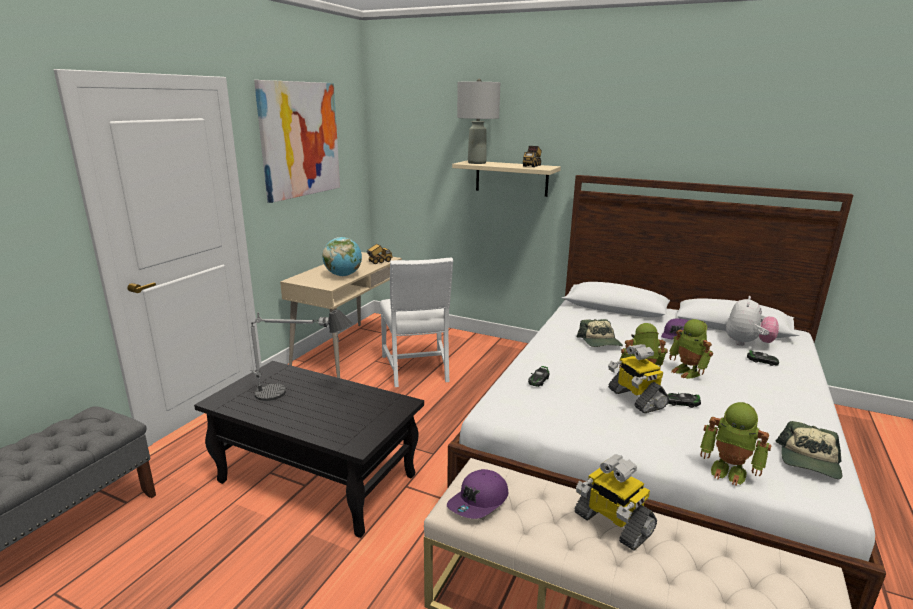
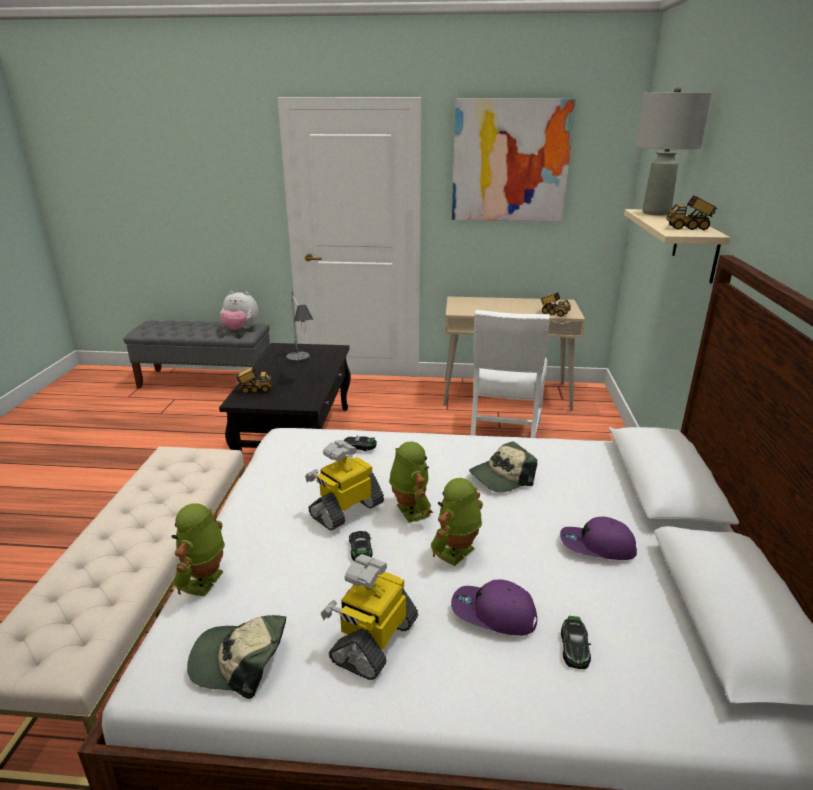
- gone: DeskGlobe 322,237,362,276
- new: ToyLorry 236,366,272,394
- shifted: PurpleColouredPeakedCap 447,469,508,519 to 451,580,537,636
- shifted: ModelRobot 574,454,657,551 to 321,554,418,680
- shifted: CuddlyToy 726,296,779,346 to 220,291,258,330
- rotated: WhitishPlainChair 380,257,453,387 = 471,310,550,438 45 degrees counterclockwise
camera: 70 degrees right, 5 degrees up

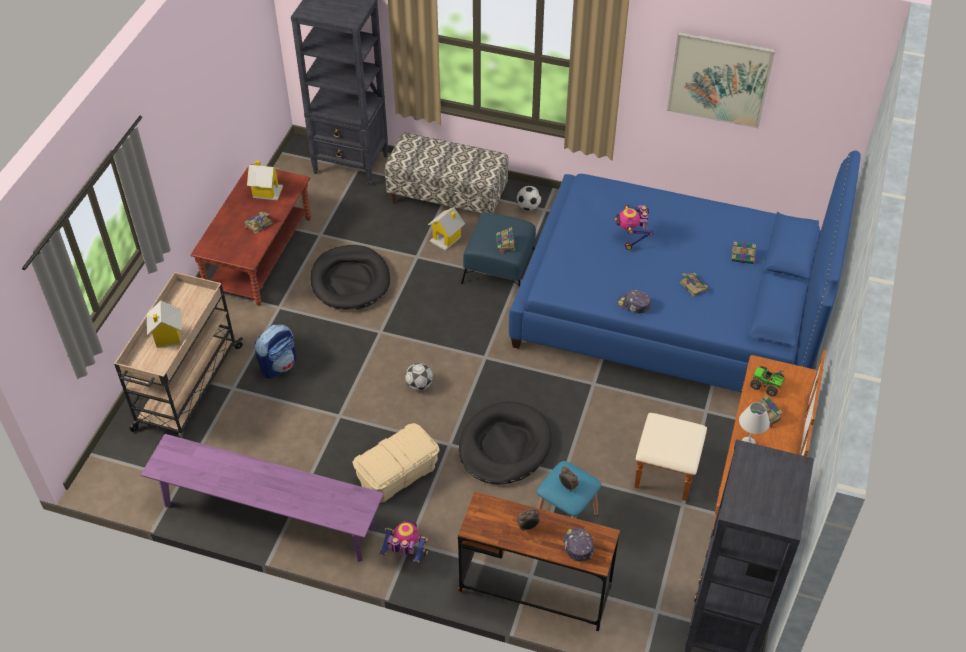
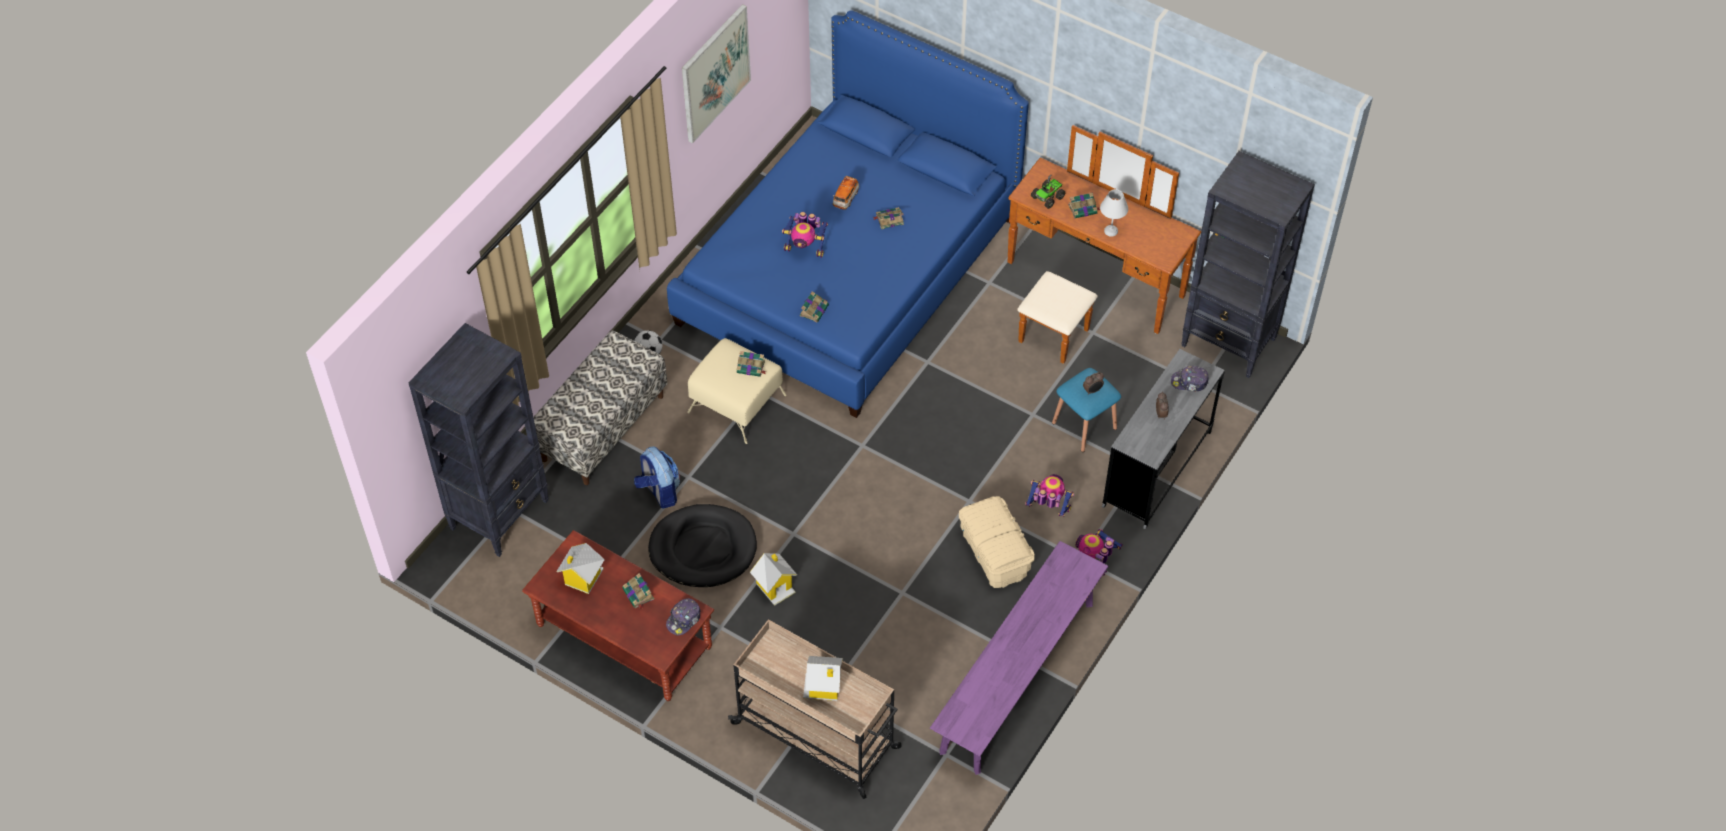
- gone: BallForFootball 405,363,433,391
- gone: BlackPetBed 459,401,552,485
- new: MiniatureCar 832,176,859,209
- new: ModelRobot 1025,474,1074,517
- shifted: Knapsack 254,324,297,379 to 634,446,680,509
- shifted: ModelHouse 428,207,465,251 to 750,553,797,606
- shifted: PeakedCap 617,290,651,313 to 666,598,701,635
- shifted: BoundBook 731,241,758,264 to 799,291,829,322
- repainted: BrownColouredDeskTable 458,492,620,631 to GrayDeskTable 1102,349,1225,529
- repainted: BlueColouredOttoman 461,213,536,287 to BeigeOttoman 687,338,787,444
camera: 75 degrees left, 5 degrees up

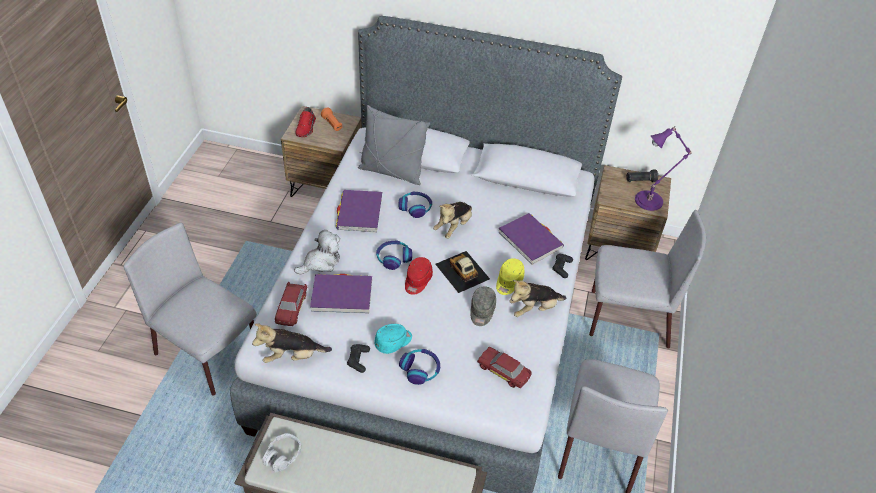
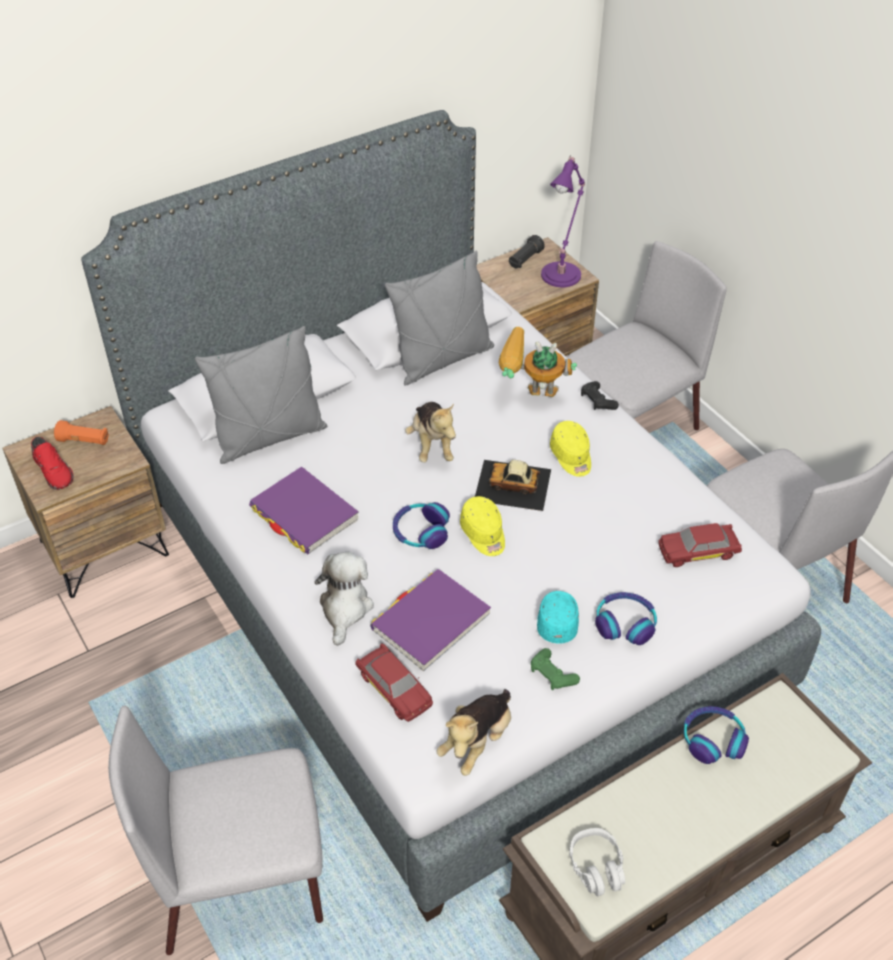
- gone: GrayPeakedCap 470,286,496,326
- gone: CuddlyToy 509,280,566,317
- new: GrayCushion 385,251,494,386
- shifted: PairOfHeadphones 398,192,432,218 to 684,706,749,764
- swapped: PurpleColouredBoundBook 499,213,564,265 to ModelRobot 499,327,577,397
- repainted: BlackGamepad 347,344,370,373 to GreenGamepad 531,648,580,690
- repainted: RedColouredPeakedCap 405,257,433,295 to YellowColouredPeakedCap 460,496,505,556
camera: 45 degrees left, 0 degrees up

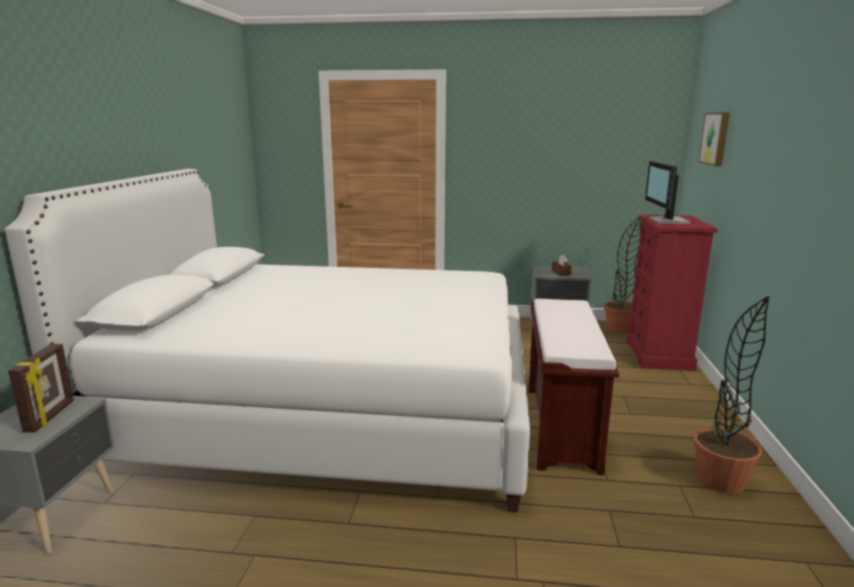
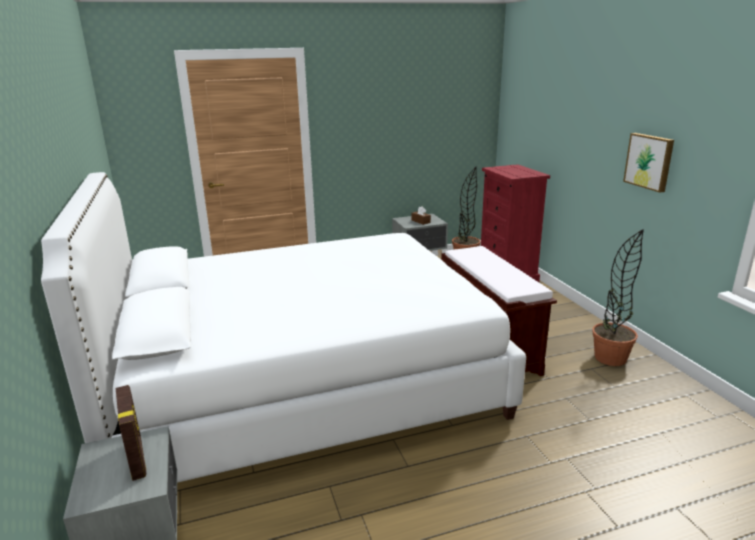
- gone: Monitor 645,161,691,224
- shifted: Picture 698,112,730,166 to 623,133,674,193
camera: 25 degrees left, 5 degrees up

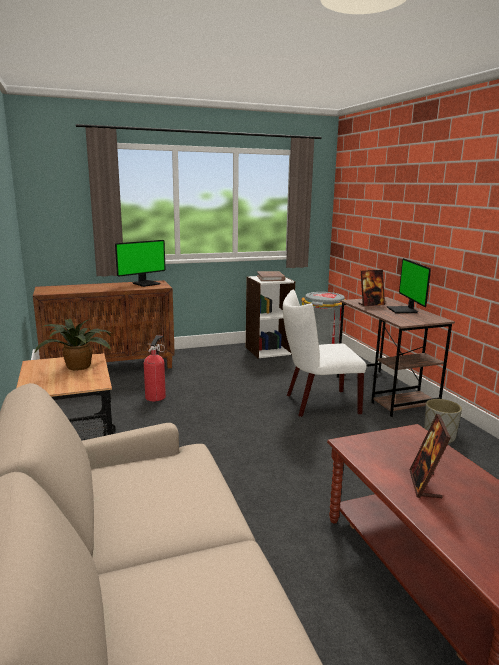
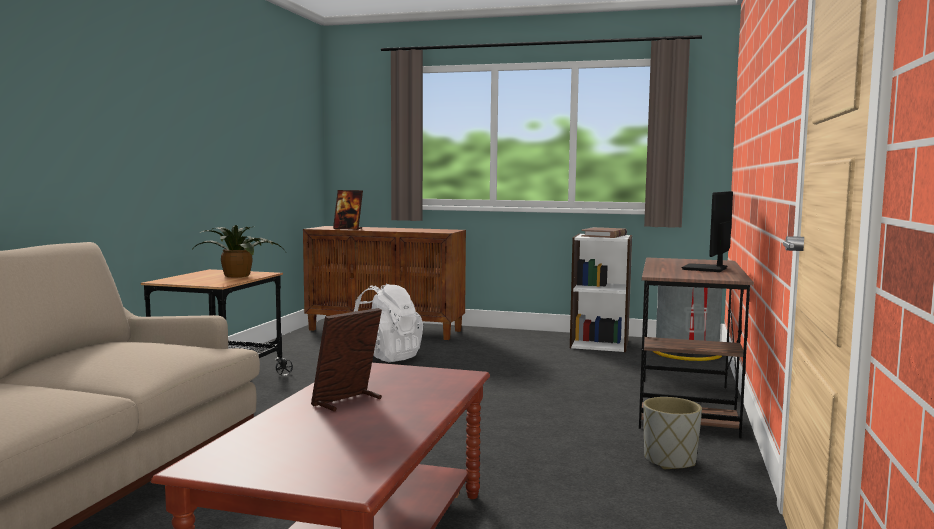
- gone: Monitor 115,240,166,287
- gone: WhitishPlainChair 283,290,367,417
- shifted: PictureFrame 358,270,385,306 to 333,190,363,230
- swapped: Extinguisher 144,335,166,401 to WhitishKnapsack 354,284,423,362
camera: 35 degrees right, 10 degrees down

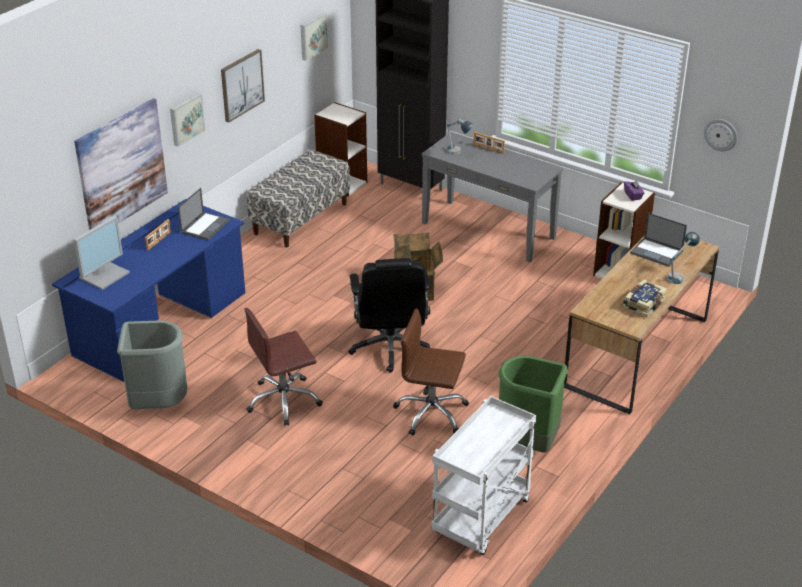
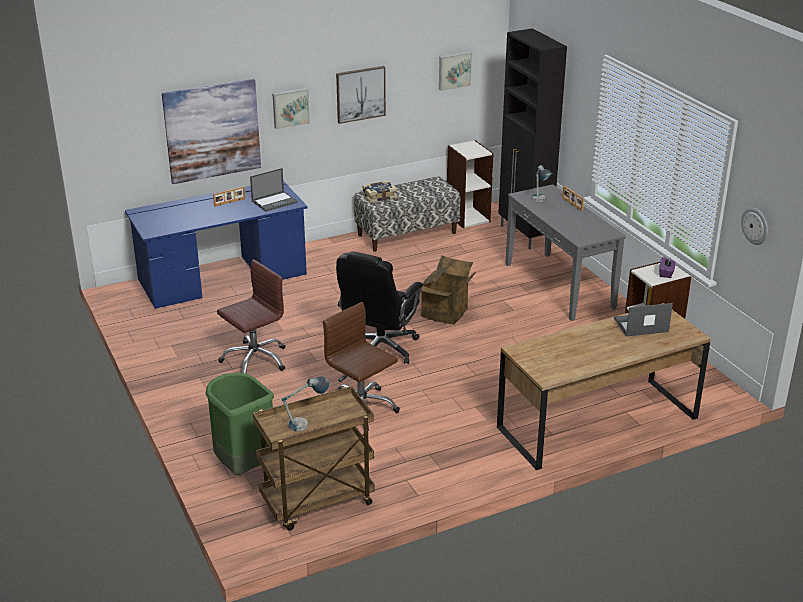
- gone: Monitor 74,216,130,290
- gone: GrayWasteBin 117,321,188,409
- shifted: GreenWasteBin 498,356,568,453 to 205,373,274,475
- shifted: BoundBook 623,280,667,318 to 362,181,397,203
- shifted: LampForATable 667,232,700,284 to 282,376,329,432
- repainted: WhitishWheeledCart 431,396,536,555 to BrownColouredWheeledCart 253,386,375,530
- rotated: BrownColouredOfficeChair 244,308,323,426 = 217,259,285,374 135 degrees clockwise
- rotated: PortableComputer 630,213,687,267 = 614,303,673,336 105 degrees clockwise
camera: 30 degrees right, 5 degrees down

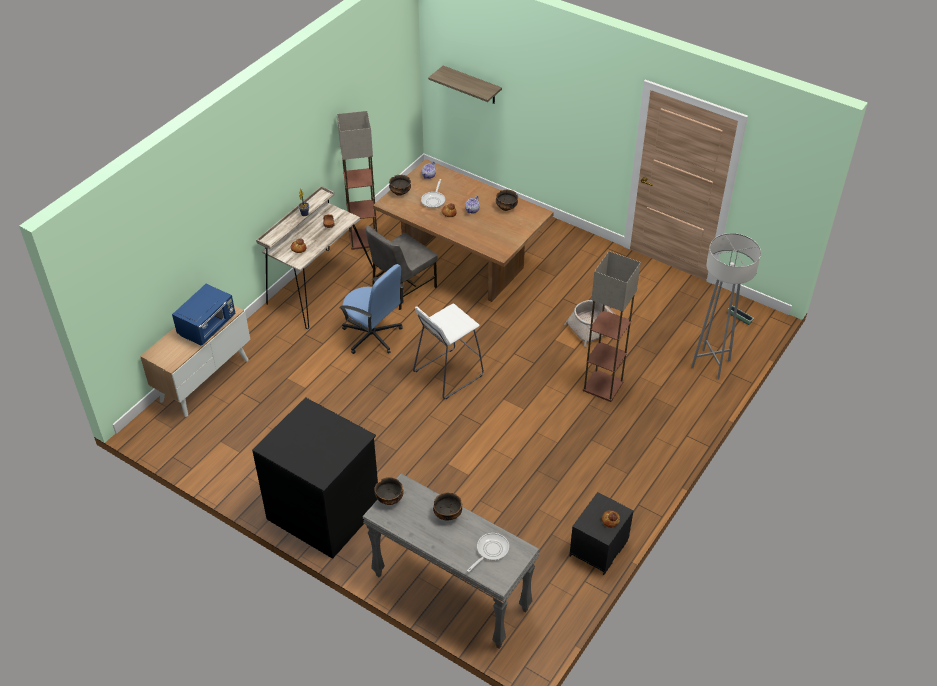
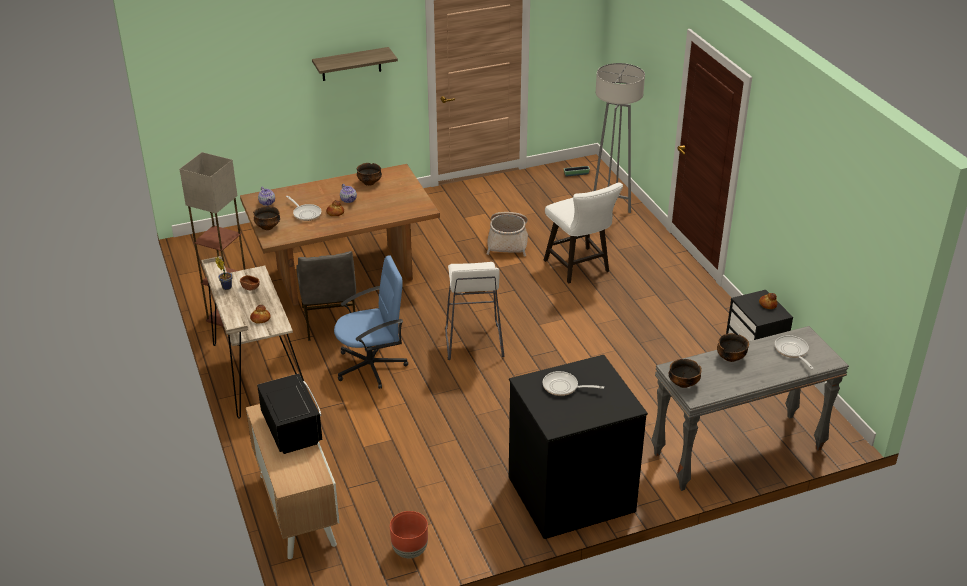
- new: BrownColouredFlowerPot 390,511,428,558
- new: Skillet 543,371,604,396
- shifted: BracketShelf 428,66,502,104 to 312,47,398,81
- swapped: FloorLamp 583,251,641,402 to WhitishSittingStool 544,182,623,283
- repainted: BlueColouredKitchenMicrowave 172,284,235,345 to BlackKitchenMicrowave 257,374,323,454
camera: 55 degrees left, 10 degrees down

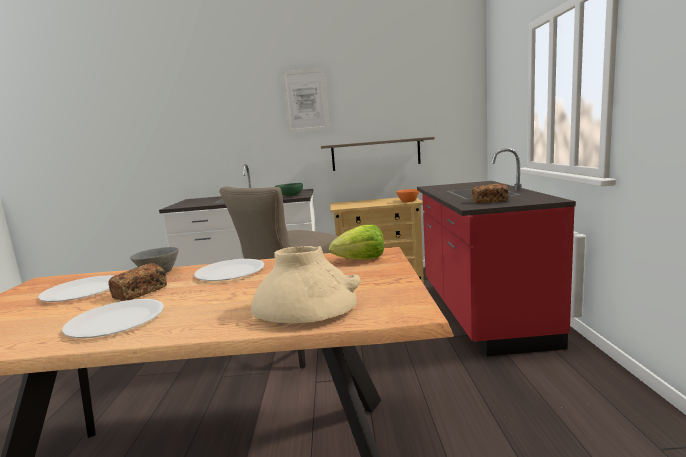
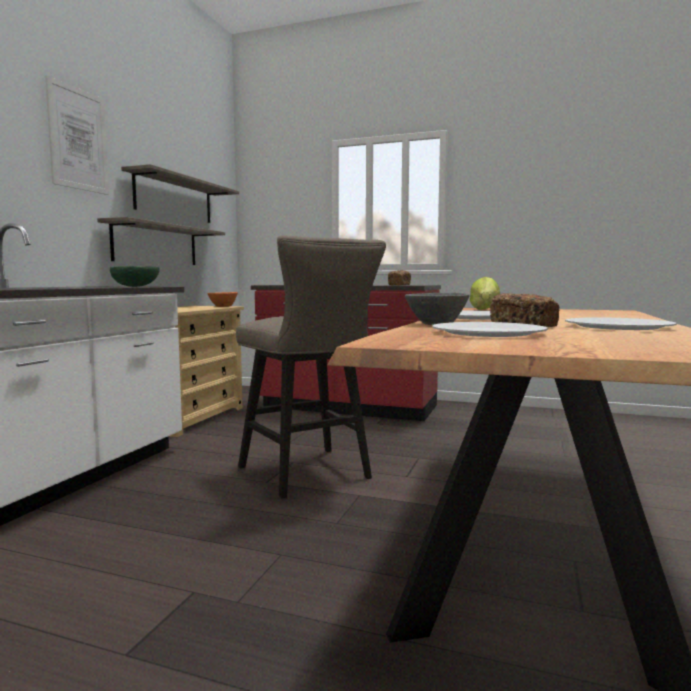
- gone: BeigeFlowerVase 251,246,361,323
- new: BracketShelf 121,164,239,223
camera: 70 degrees left, 5 degrees down

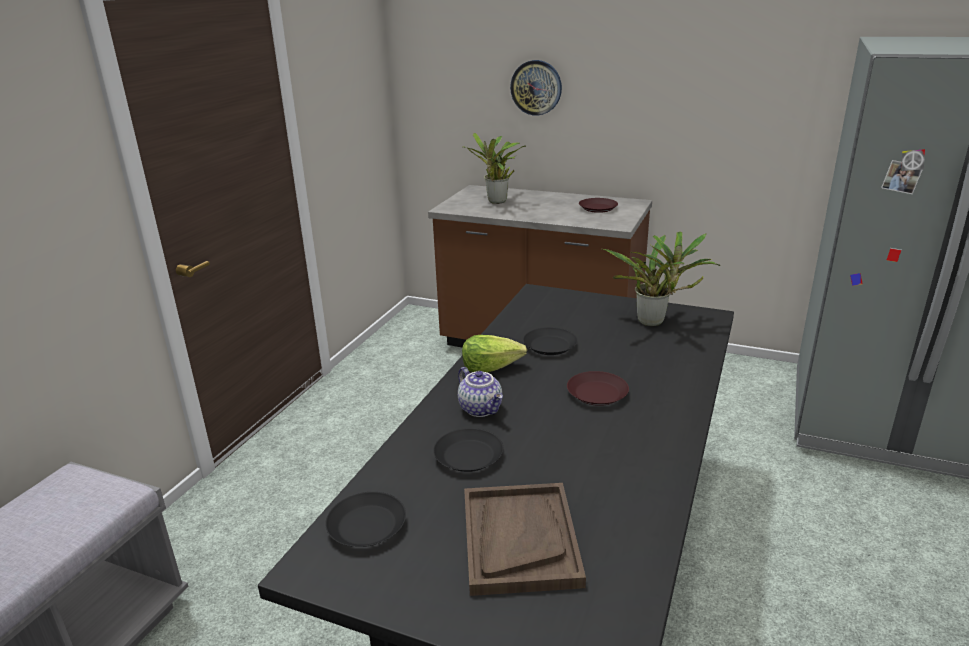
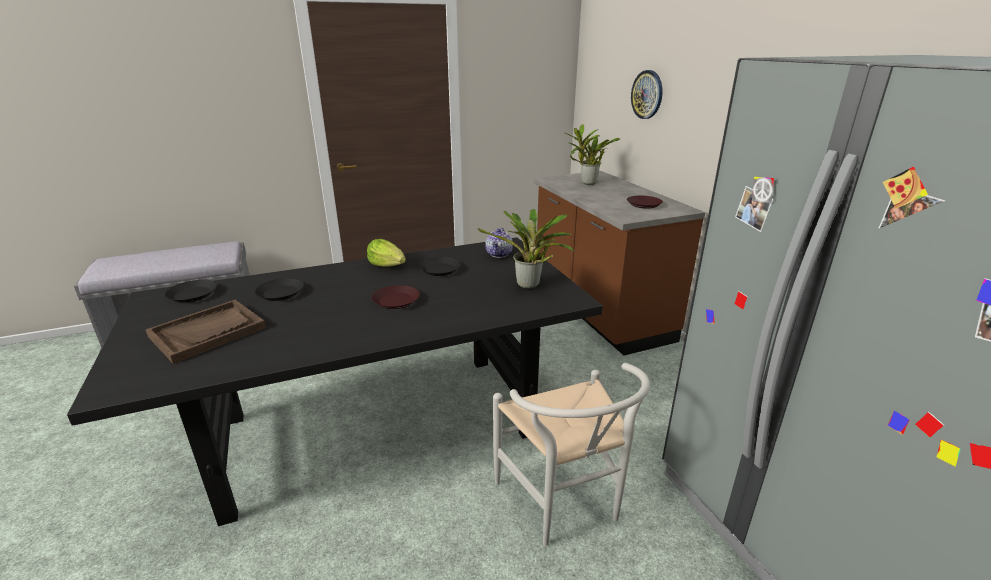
- new: WhitishPlainChair 493,363,650,546
- shifted: PotForTea 458,367,503,417 to 485,228,513,258
camera: 45 degrees right, 0 degrees up

